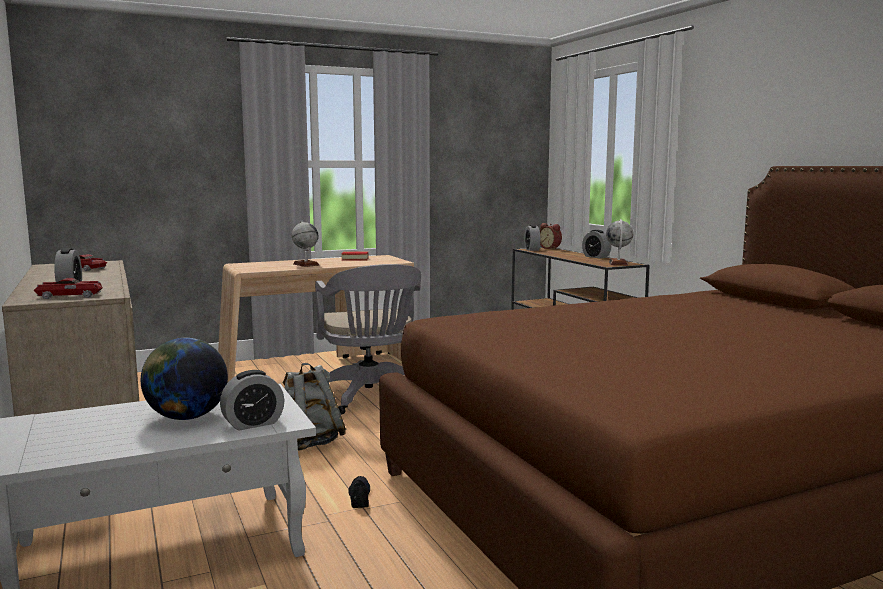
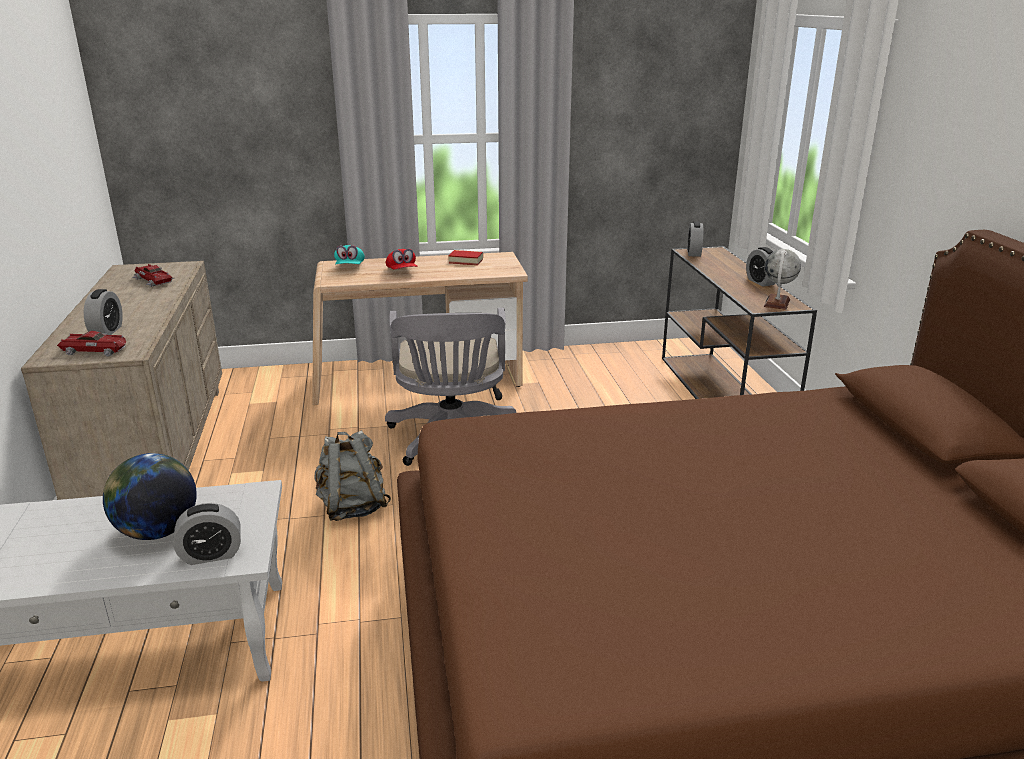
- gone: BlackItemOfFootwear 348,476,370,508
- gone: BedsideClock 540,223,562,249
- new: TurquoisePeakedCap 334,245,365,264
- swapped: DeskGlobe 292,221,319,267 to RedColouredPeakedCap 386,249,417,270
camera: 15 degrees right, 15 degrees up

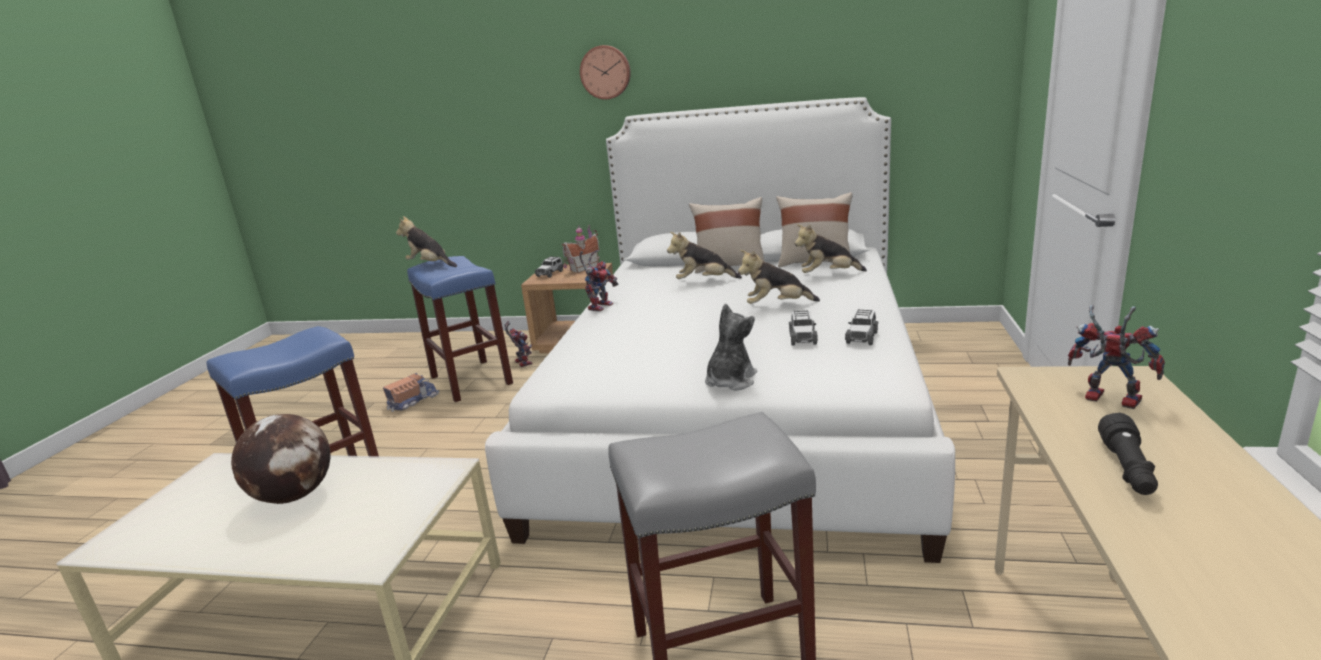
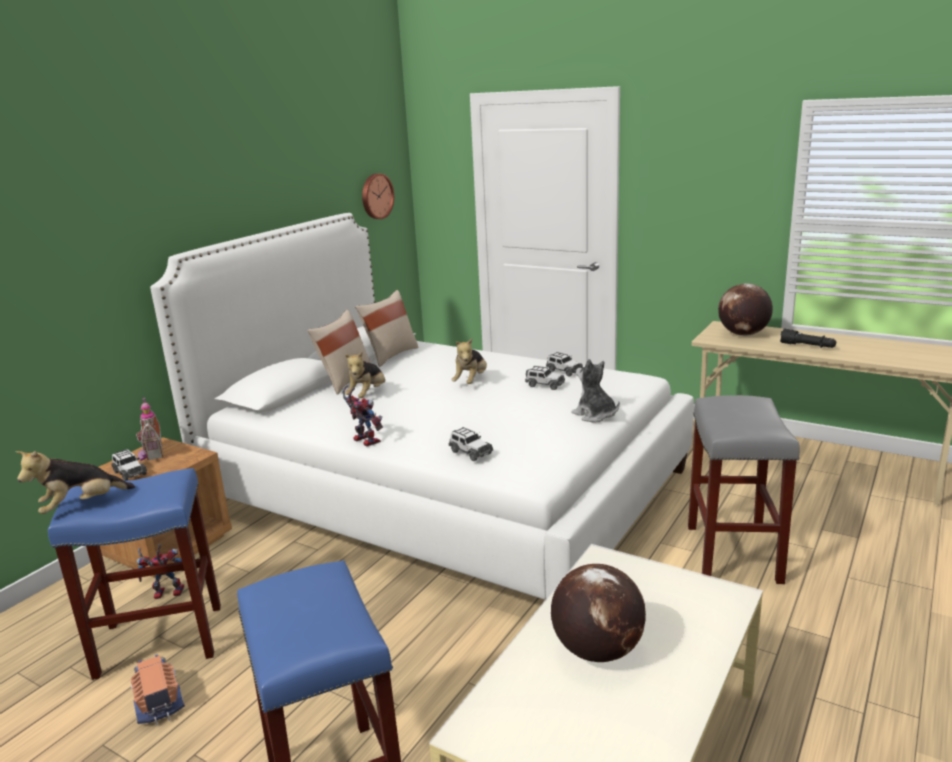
- gone: CuddlyToy 795,224,867,273
- new: MiniatureCar 449,427,493,461
- shifted: HangingClock 580,45,631,100 to 362,173,394,219
- swapped: ModelRobot 1068,305,1165,409 to DeskGlobe 718,283,773,336
camera: 70 degrees left, 0 degrees up

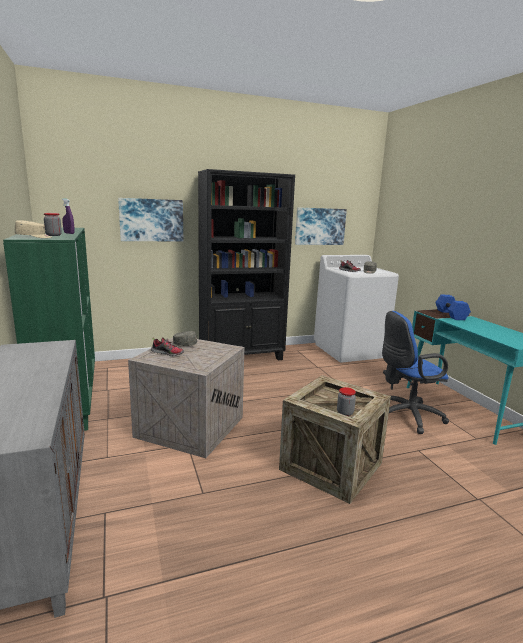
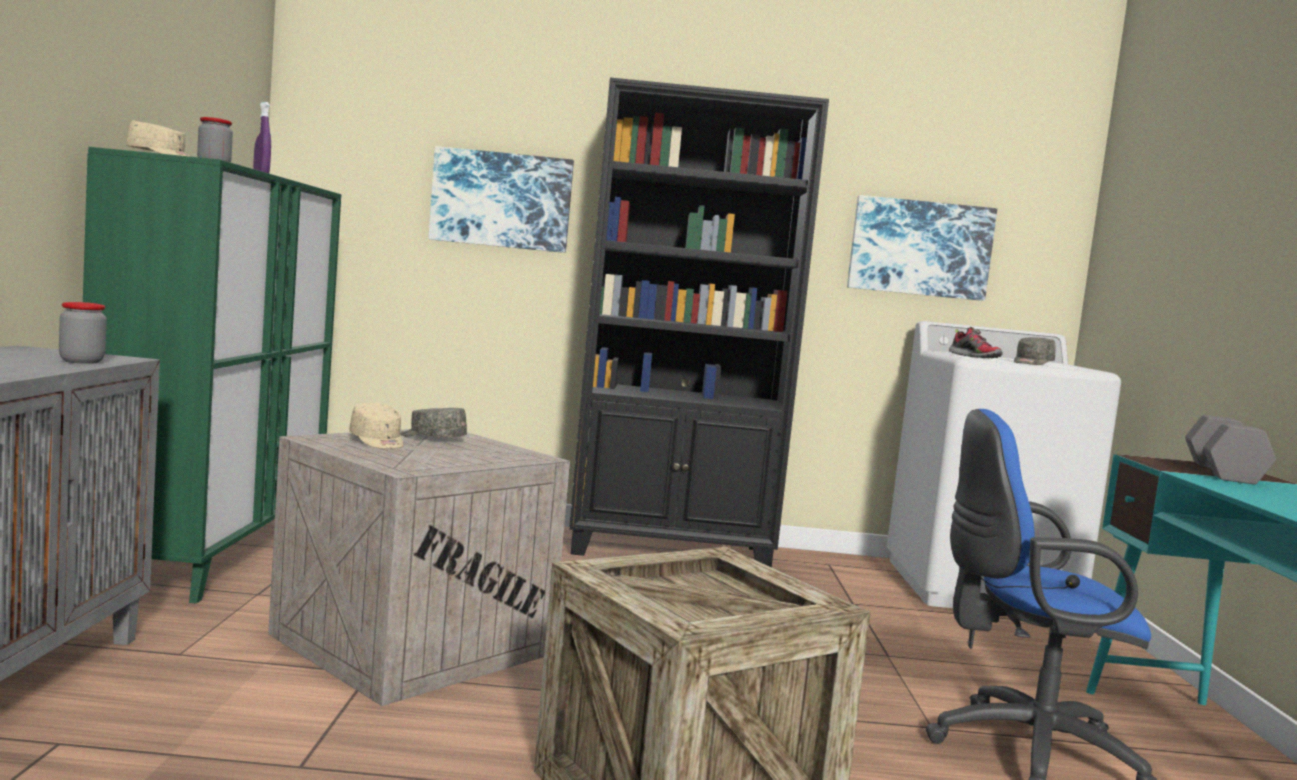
- shifted: PreserveJar 337,387,356,416 to 59,302,107,364
- swapped: ItemOfFootwear 151,337,184,356 to BeigePeakedCap 349,403,403,449
- repainted: BlueColouredDumbbell 435,295,471,320 to GrayDumbbell 1185,415,1276,484
camera: 20 degrees right, 10 degrees down

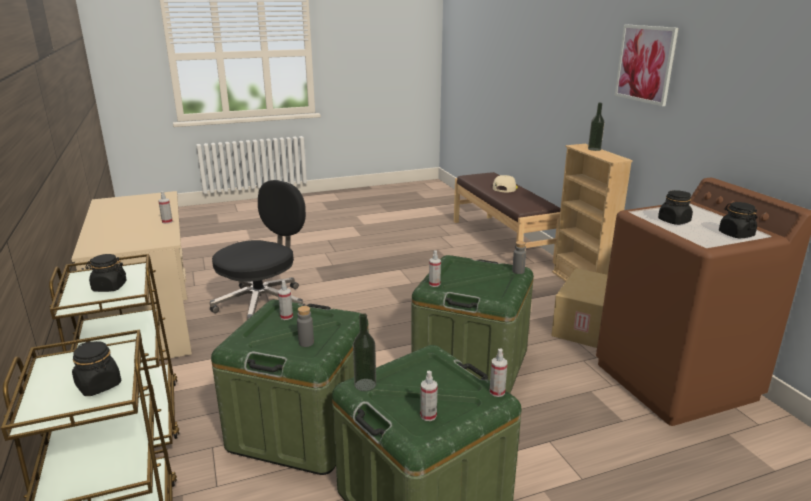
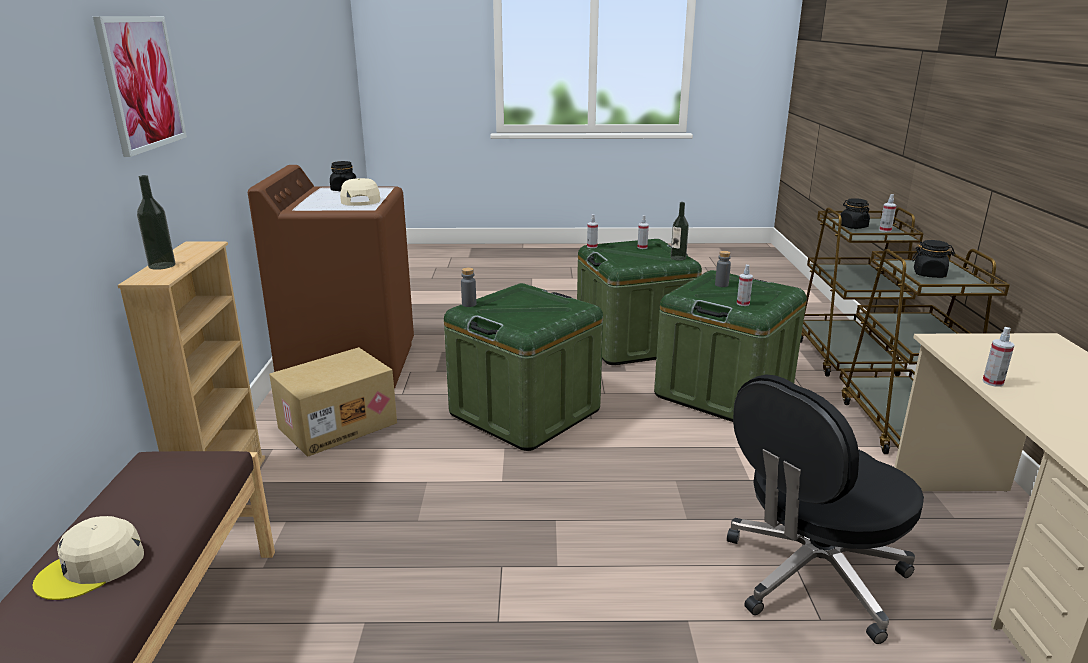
- shifted: HandSprayer 429,250,441,287 to 879,194,896,232
- swapped: BlackPreserveJar 658,190,693,225 to BeigePeakedCap 340,178,380,206
camera: 160 degrees left, 0 degrees up

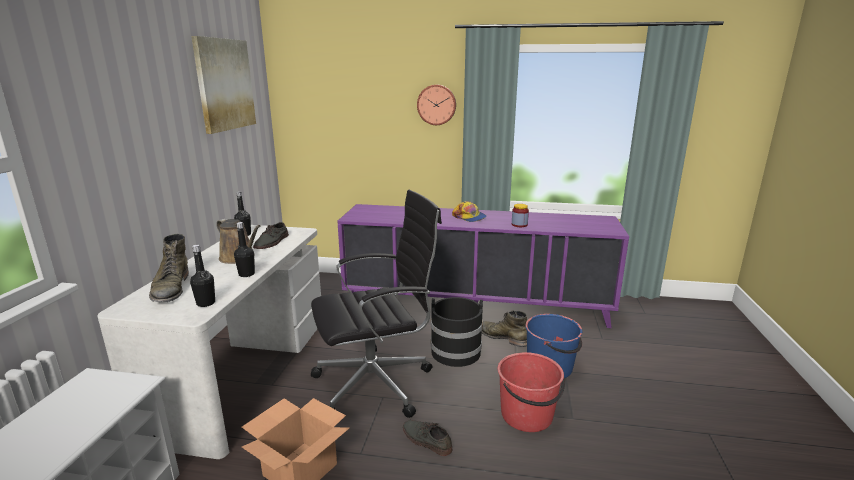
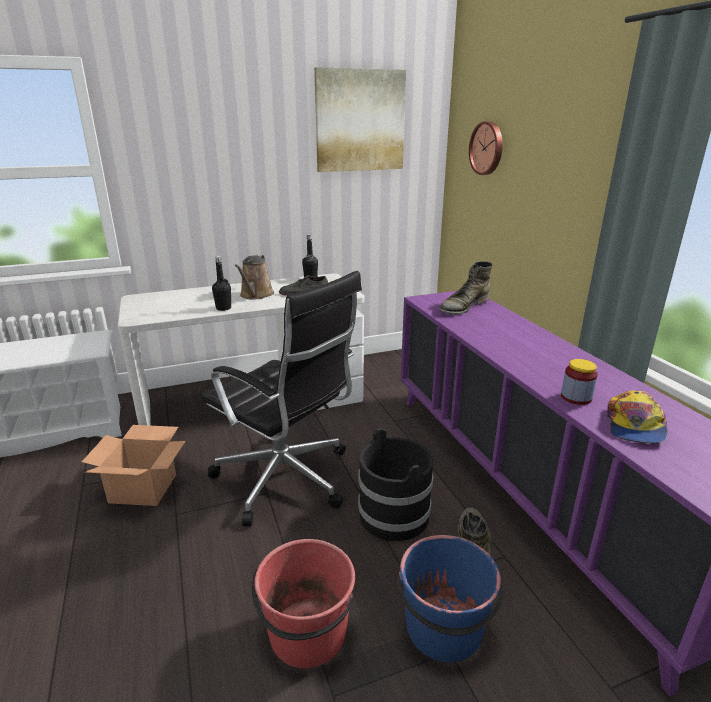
- gone: BlackBeverageBottle 190,245,215,307
- gone: GrayItemOfFootwear 403,420,453,456
- shifted: GreenHighTopBoot 149,234,189,302 to 439,261,493,315
- shifted: HangingClock 417,85,456,125 to 469,121,503,175
- shifted: PeakedCap 452,201,487,222 to 607,390,667,443
camera: 60 degrees right, 5 degrees up

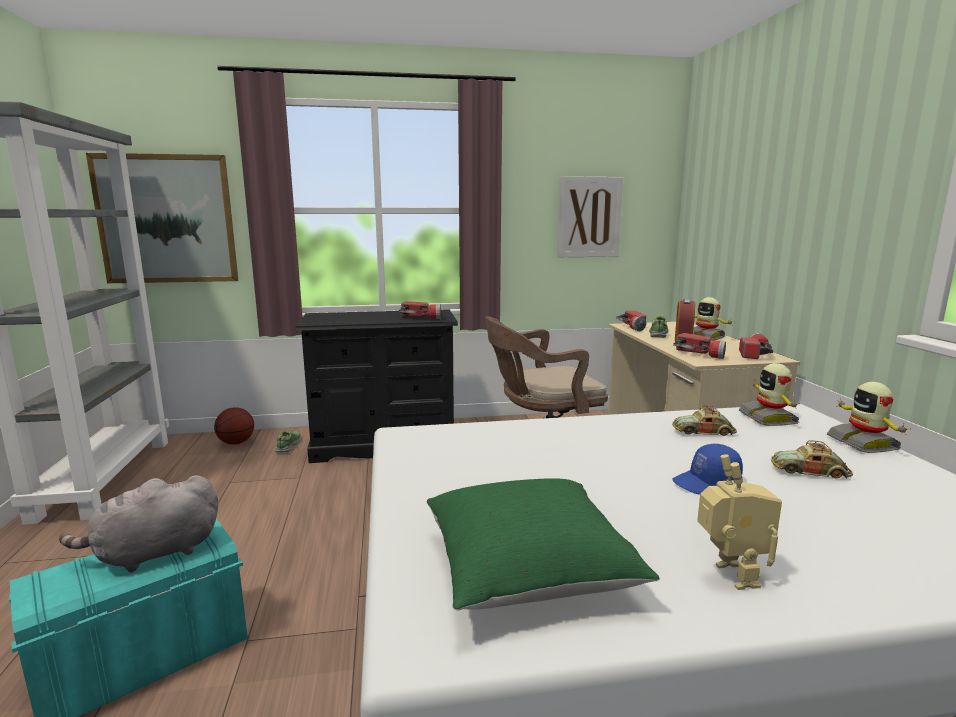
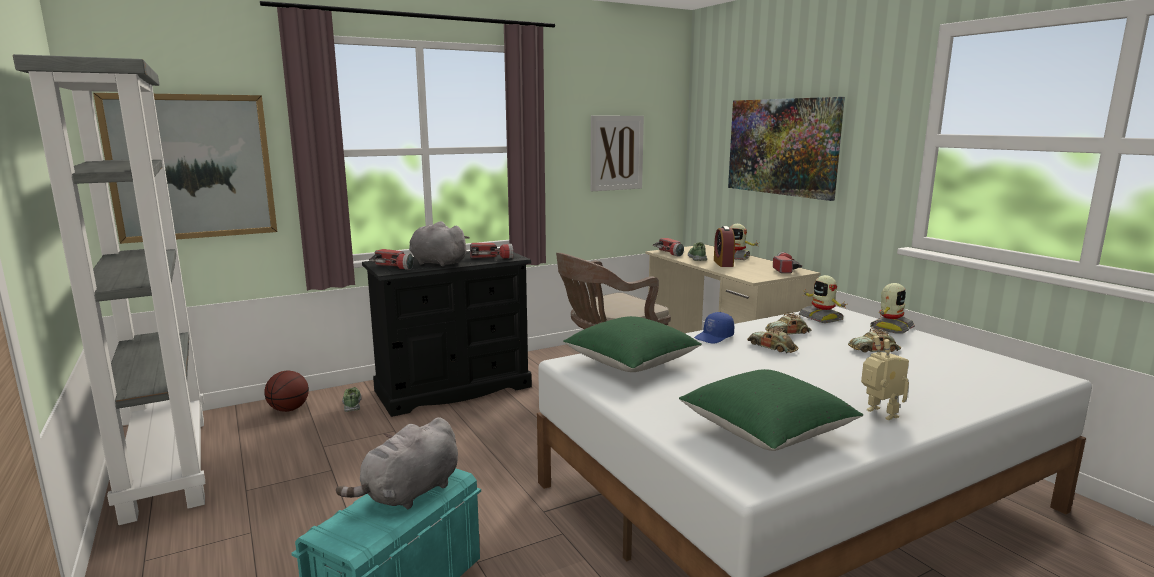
- new: GrayCuddlyToy 409,221,469,266
- new: GreenCushion 563,316,702,372
- new: Picture 728,97,845,201
- new: MiniatureCar 747,326,798,353
- shifted: BlueColouredPeakedCap 672,444,743,495 to 694,312,734,344
- shifted: Flashlight 673,333,726,359 to 369,249,413,270
- rotated: ModelRobot 827,382,911,453 = 870,283,915,333 105 degrees counterclockwise
camera: 20 degrees left, 0 degrees up

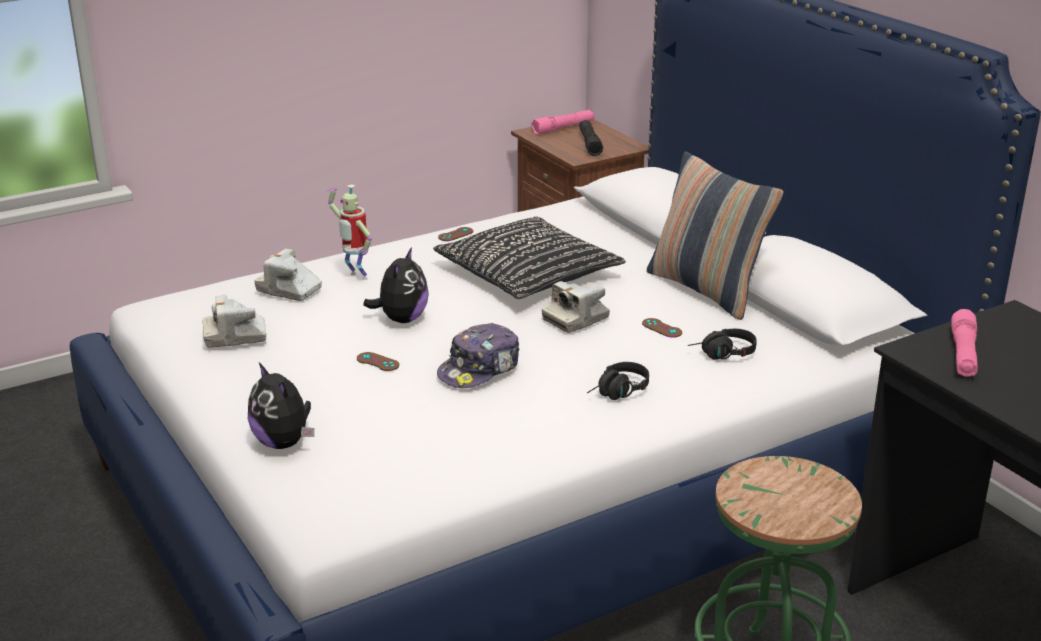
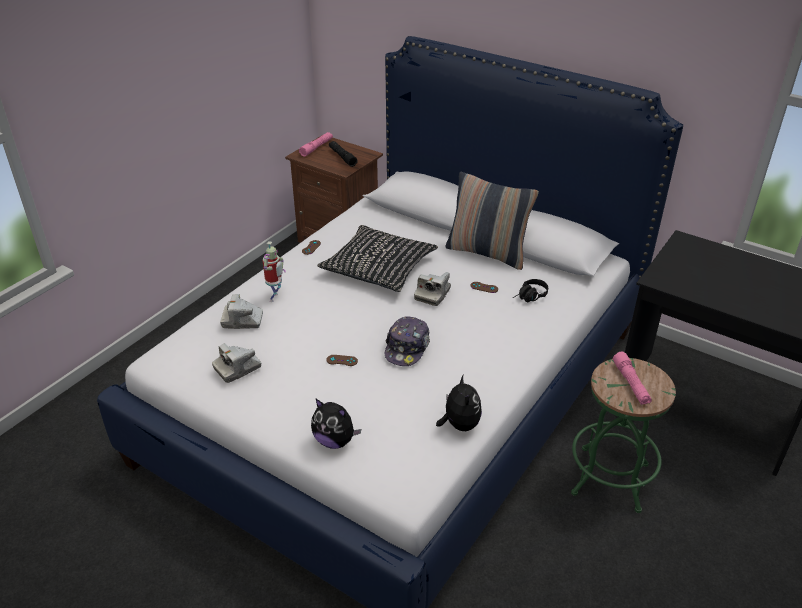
- gone: BlackPairOfHeadphones 587,362,649,400
- shifted: CuddlyToy 363,247,429,323 to 436,375,482,431
- shifted: PinkishFlashlight 951,309,978,377 to 613,352,652,405
- rotated: ModelRobot 327,184,372,280 = 263,241,286,302 90 degrees counterclockwise
camera: 25 degrees left, 10 degrees up

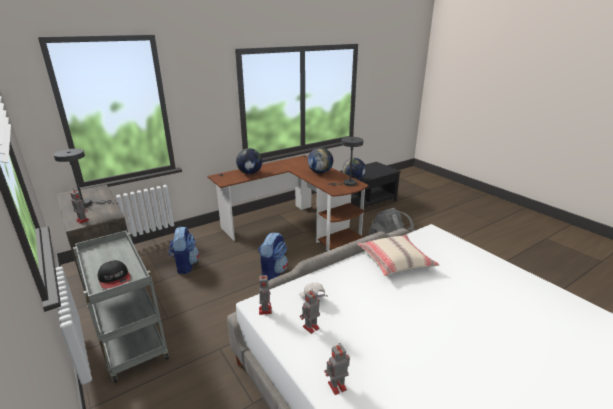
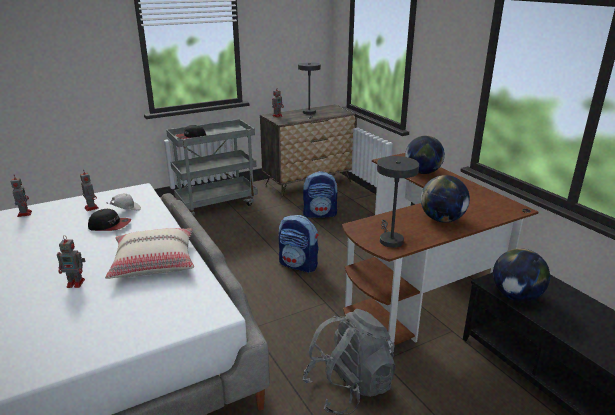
- new: PeakedCap 88,209,131,231
- shifted: ModelRobot 259,275,272,315 to 57,235,86,288
camera: 95 degrees right, 0 degrees up

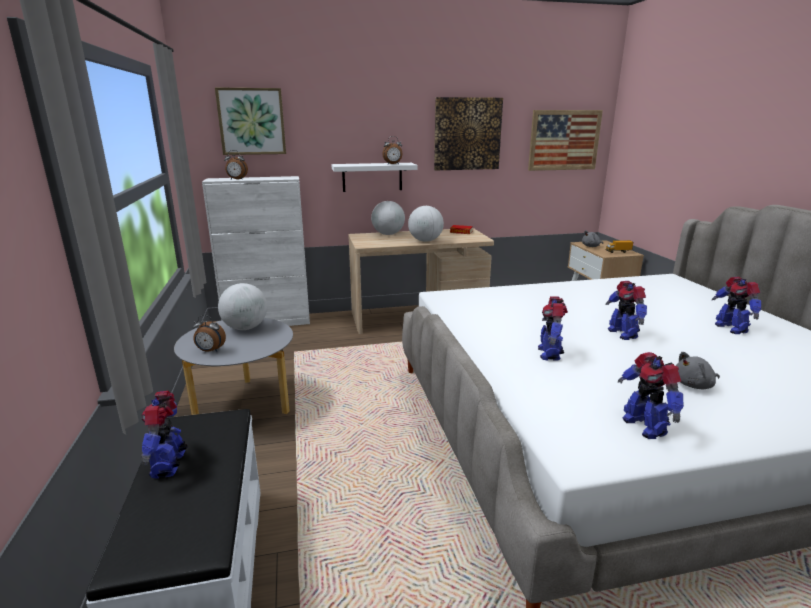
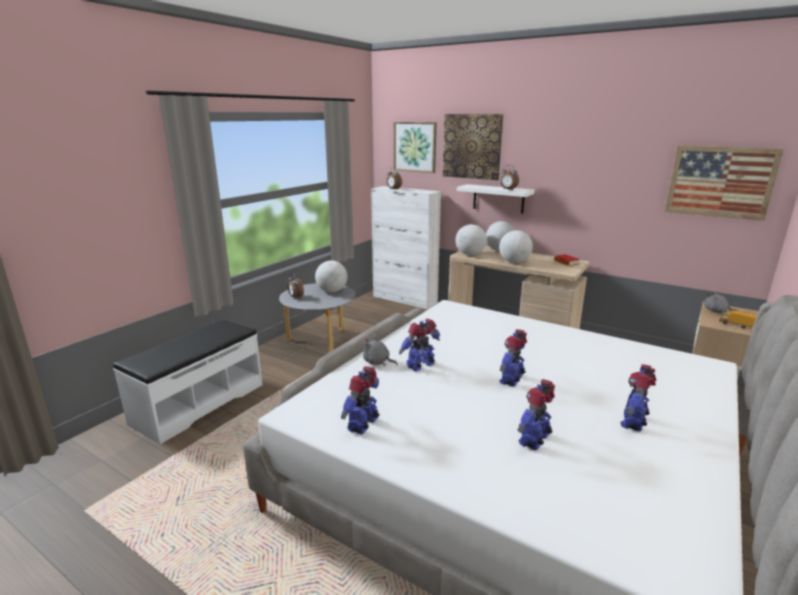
- new: DeskGlobe 455,224,487,256
- shifted: ModelRobot 141,391,188,479 to 517,379,555,450
- shifted: Picture 434,97,503,170 to 443,114,503,180
- shifted: GrayCuddlyToy 676,352,720,389 to 363,335,398,366
camera: 45 degrees right, 0 degrees up

